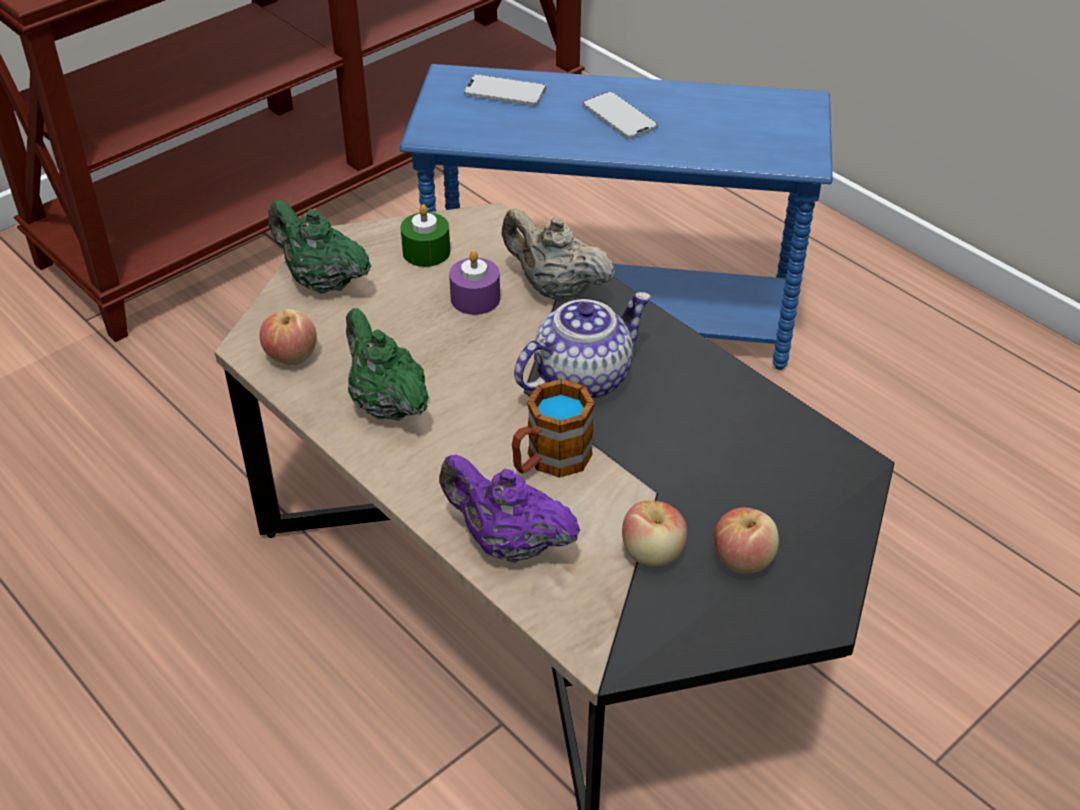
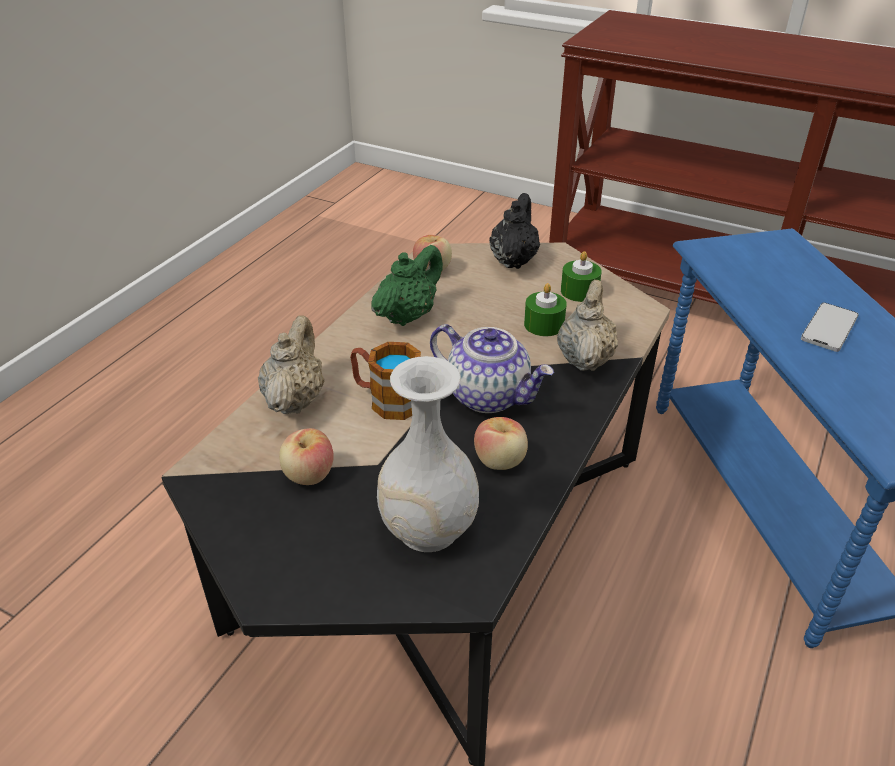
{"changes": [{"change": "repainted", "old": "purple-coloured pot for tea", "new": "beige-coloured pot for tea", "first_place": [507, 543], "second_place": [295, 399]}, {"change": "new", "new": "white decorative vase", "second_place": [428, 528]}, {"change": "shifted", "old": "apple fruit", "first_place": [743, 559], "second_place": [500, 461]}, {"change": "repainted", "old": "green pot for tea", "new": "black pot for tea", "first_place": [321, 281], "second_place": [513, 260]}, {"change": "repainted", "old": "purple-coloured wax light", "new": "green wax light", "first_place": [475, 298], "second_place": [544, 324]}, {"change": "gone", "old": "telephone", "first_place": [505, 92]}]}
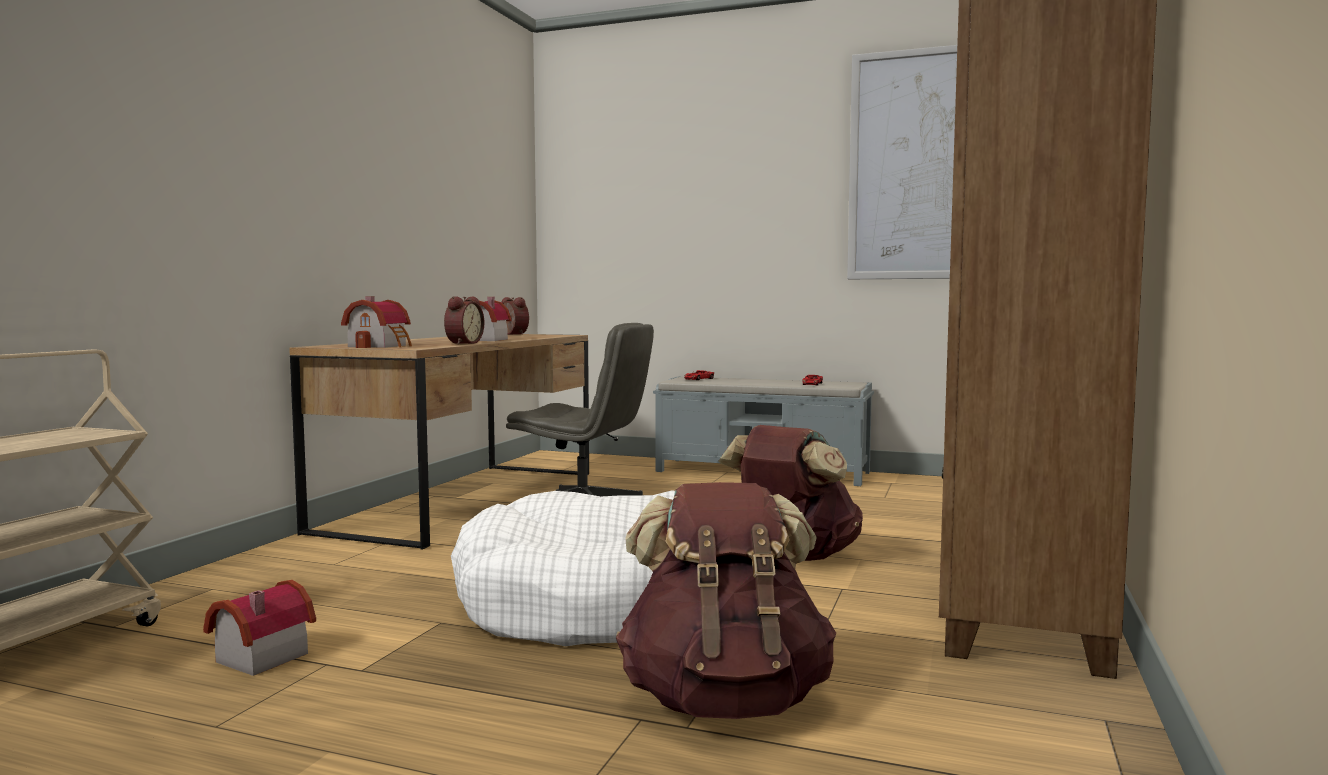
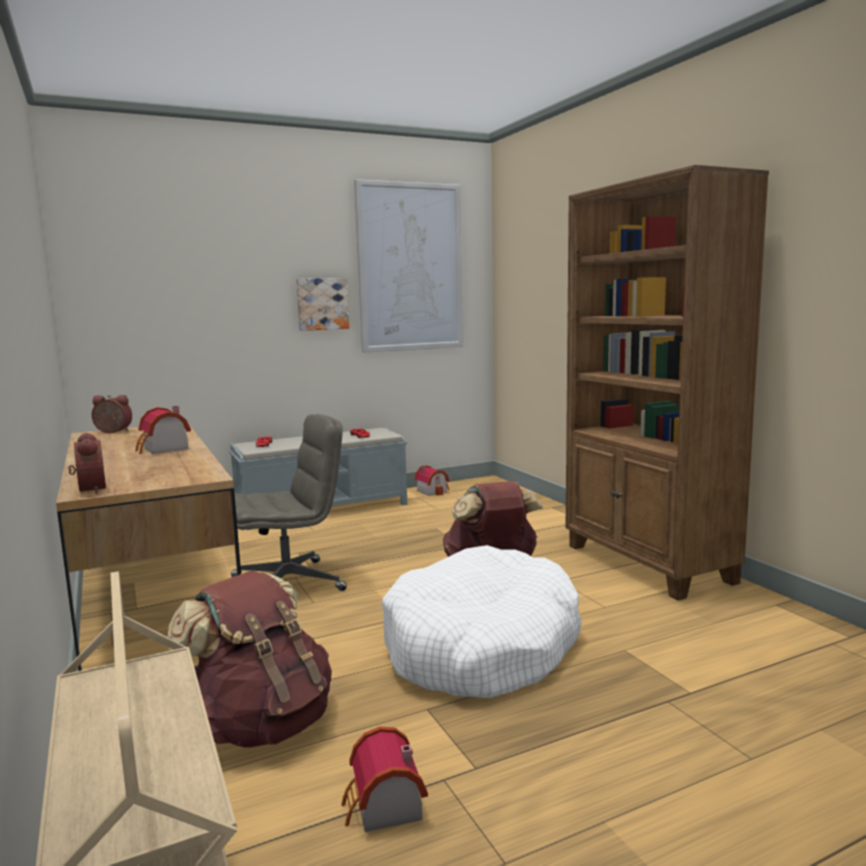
{"changes": [{"change": "shifted", "old": "bedside clock", "first_place": [462, 343], "second_place": [89, 490]}, {"change": "shifted", "old": "brownish backpack", "first_place": [725, 699], "second_place": [262, 724]}, {"change": "new", "new": "wall picture", "second_place": [322, 304]}, {"change": "shifted", "old": "toy house", "first_place": [381, 346], "second_place": [433, 491]}]}
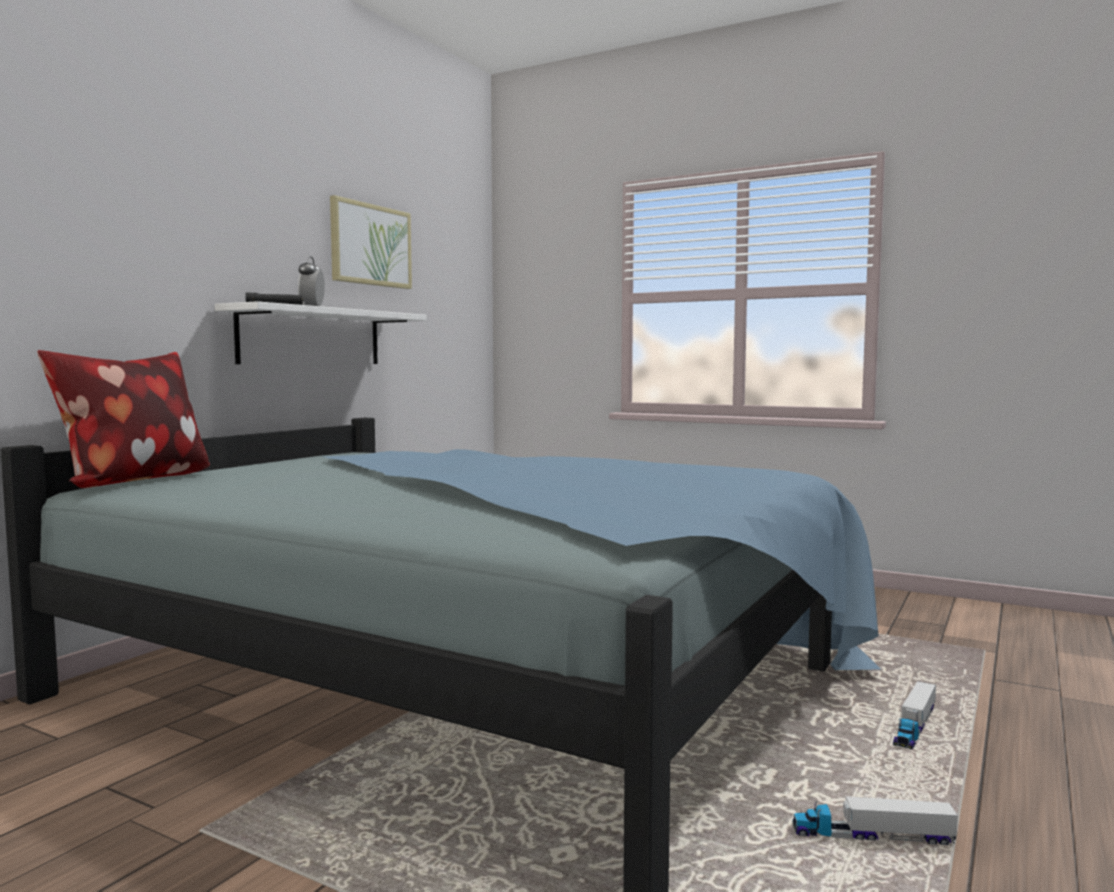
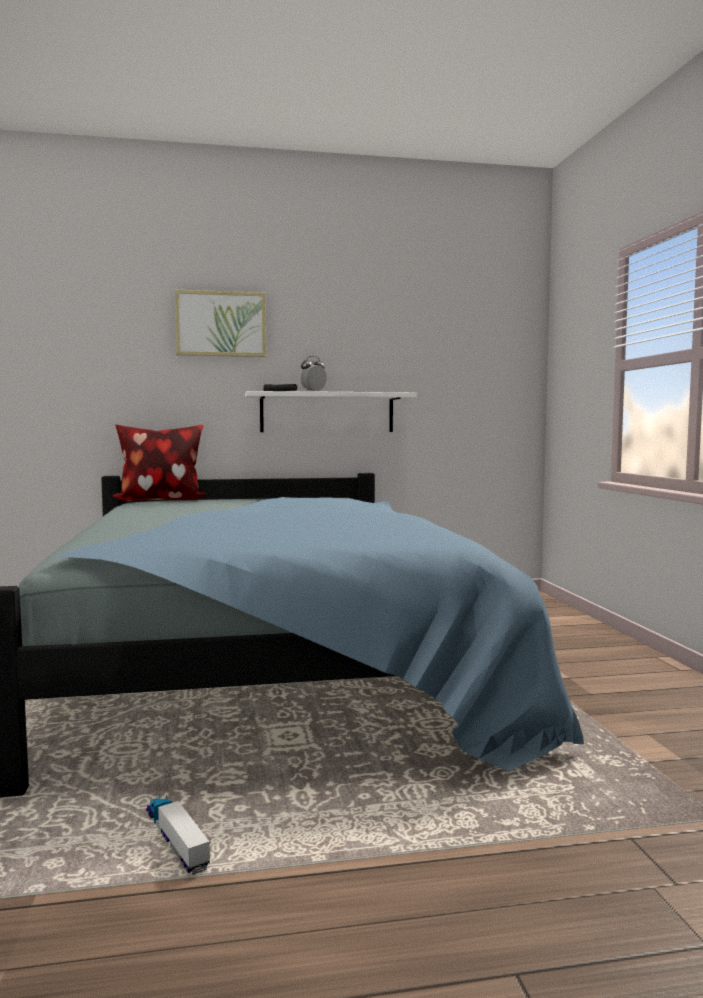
{"changes": [{"change": "shifted", "old": "wall picture", "first_place": [370, 245], "second_place": [221, 324]}, {"change": "gone", "old": "model truck", "first_place": [914, 727]}]}
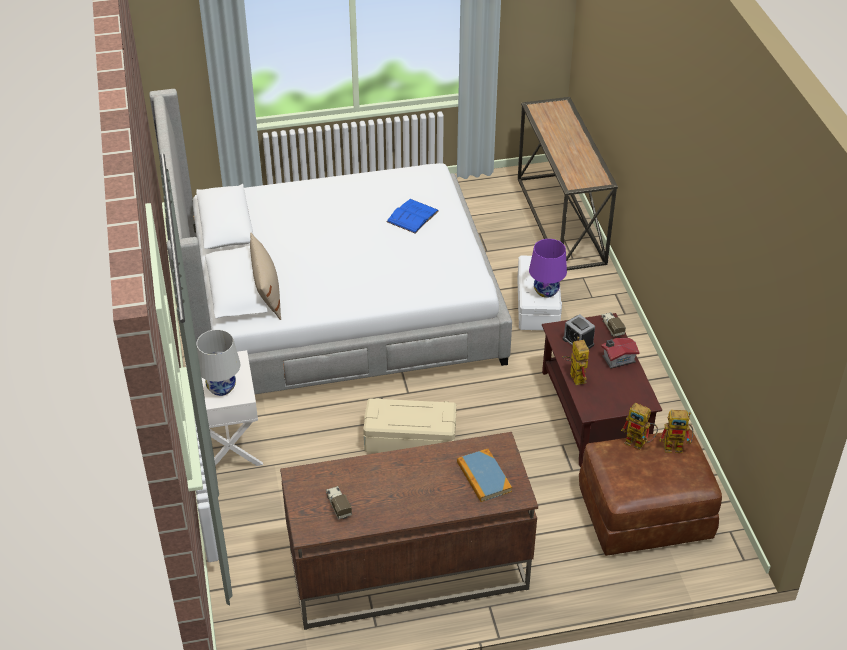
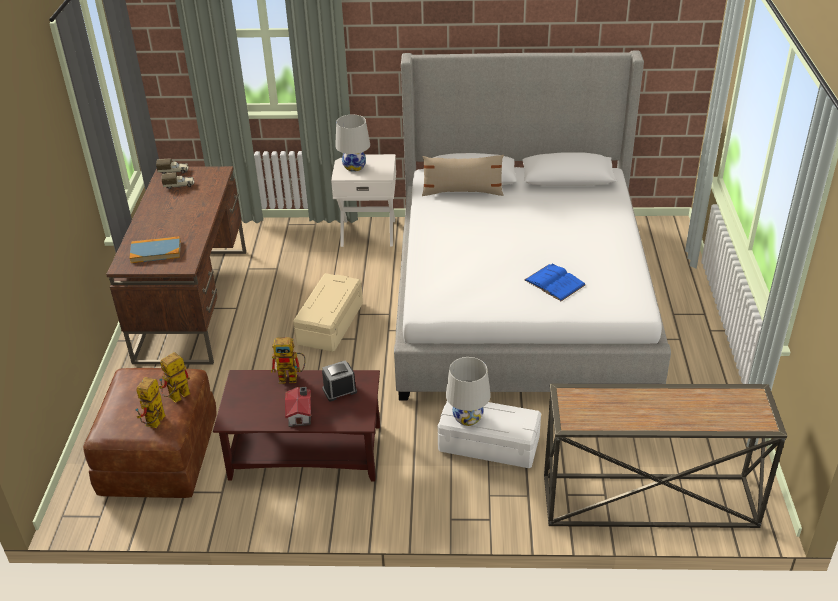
{"changes": [{"change": "shifted", "old": "model truck", "first_place": [612, 327], "second_place": [173, 171]}, {"change": "repainted", "old": "purple-coloured lamp for a table", "new": "white lamp for a table", "first_place": [546, 291], "second_place": [467, 418]}]}
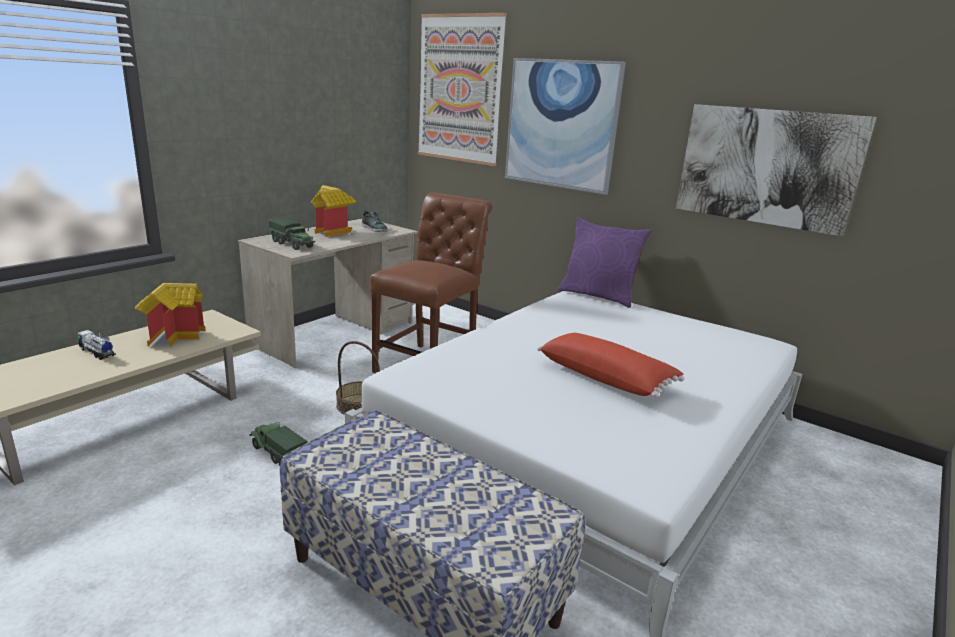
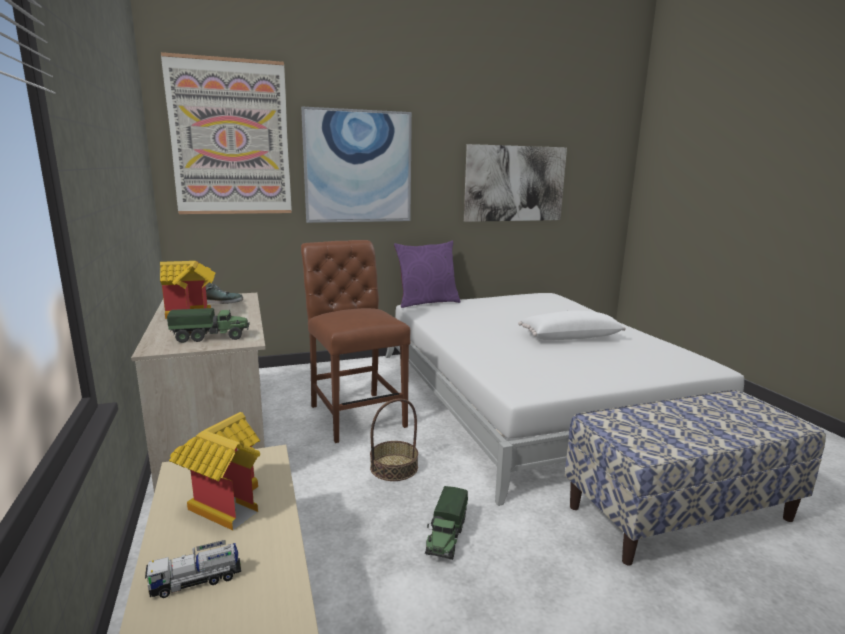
{"changes": [{"change": "rotated", "old": "model truck", "first_place": [278, 453], "second_place": [446, 537], "degrees": -60}, {"change": "repainted", "old": "reddish throw pillow", "new": "white throw pillow", "first_place": [606, 377], "second_place": [569, 337]}]}
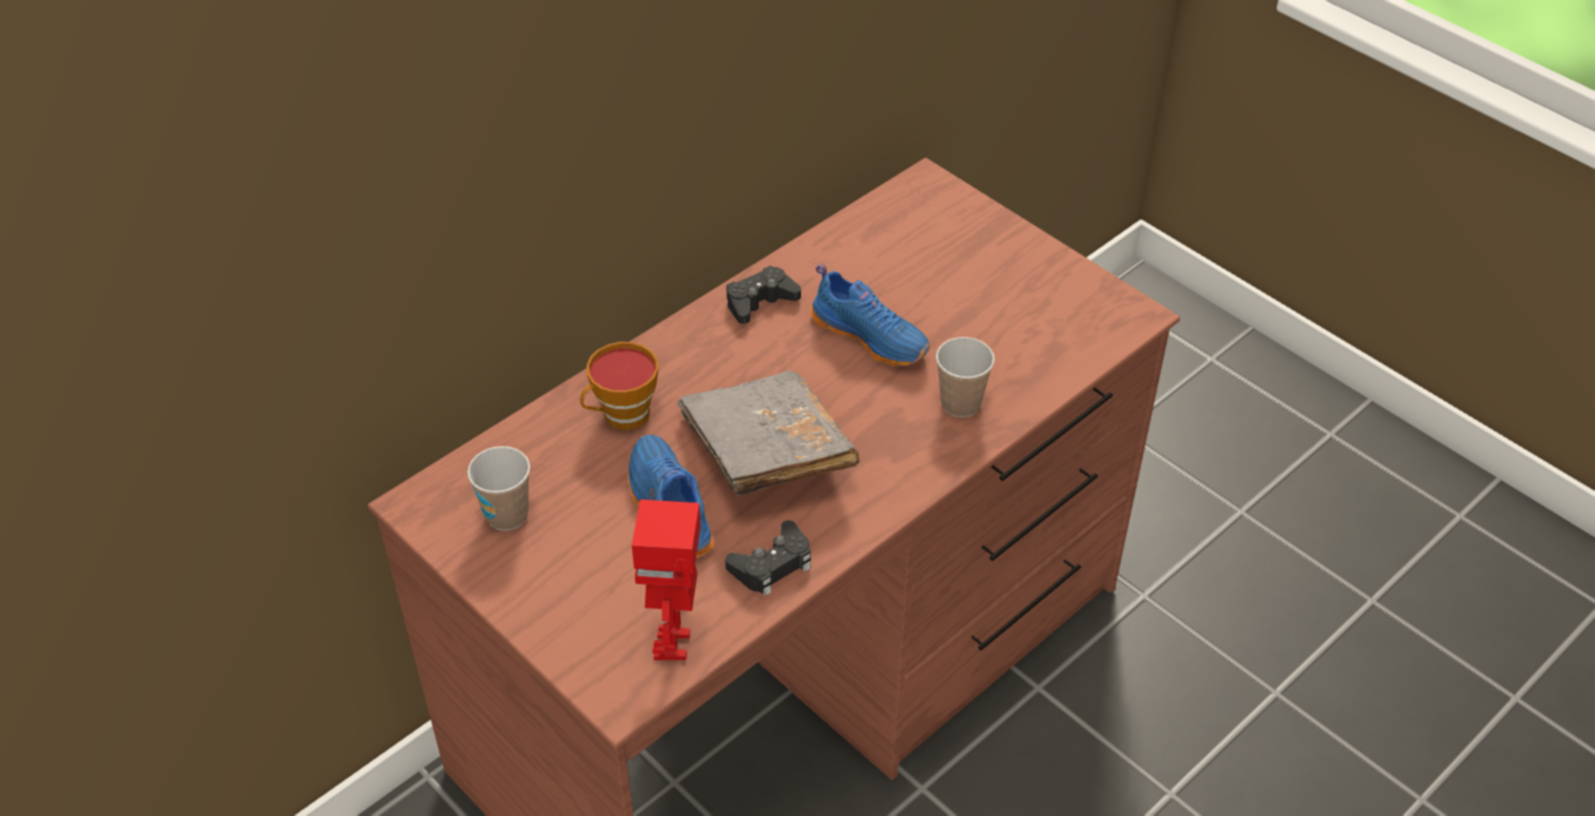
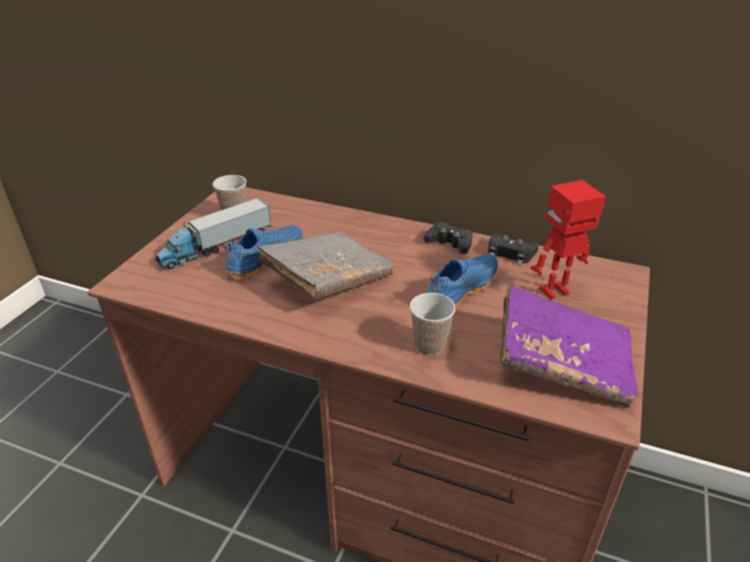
{"changes": [{"change": "new", "new": "model truck", "second_place": [216, 246]}, {"change": "rotated", "old": "blue item of footwear", "first_place": [871, 336], "second_place": [459, 290], "degrees": -150}, {"change": "shifted", "old": "black joypad", "first_place": [772, 565], "second_place": [510, 253]}, {"change": "new", "new": "purple-coloured volume", "second_place": [561, 363]}, {"change": "shifted", "old": "toy robot", "first_place": [674, 645], "second_place": [555, 292]}, {"change": "gone", "old": "drinking cup", "first_place": [622, 416]}]}
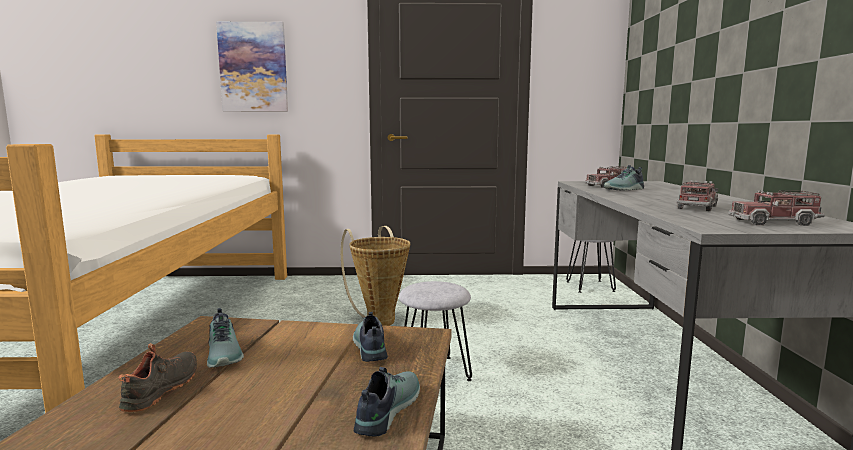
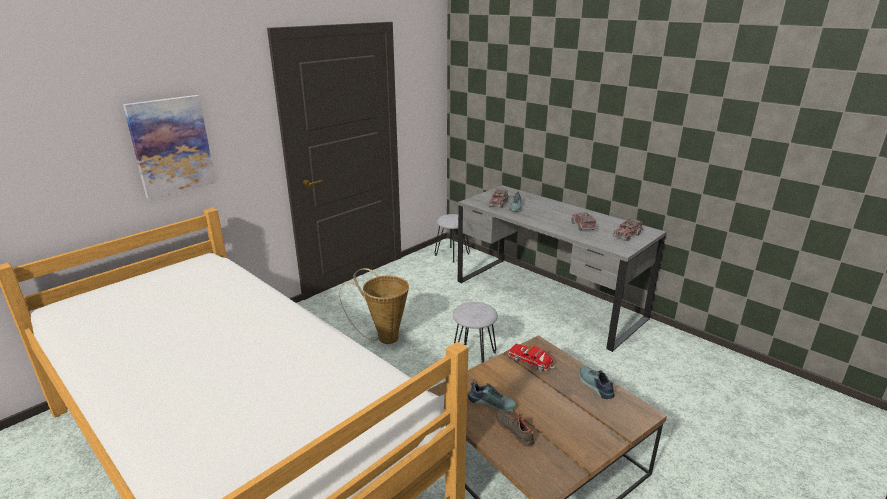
{"changes": [{"change": "swapped", "old": "item of footwear", "new": "model truck", "first_place": [369, 346], "second_place": [532, 363]}]}
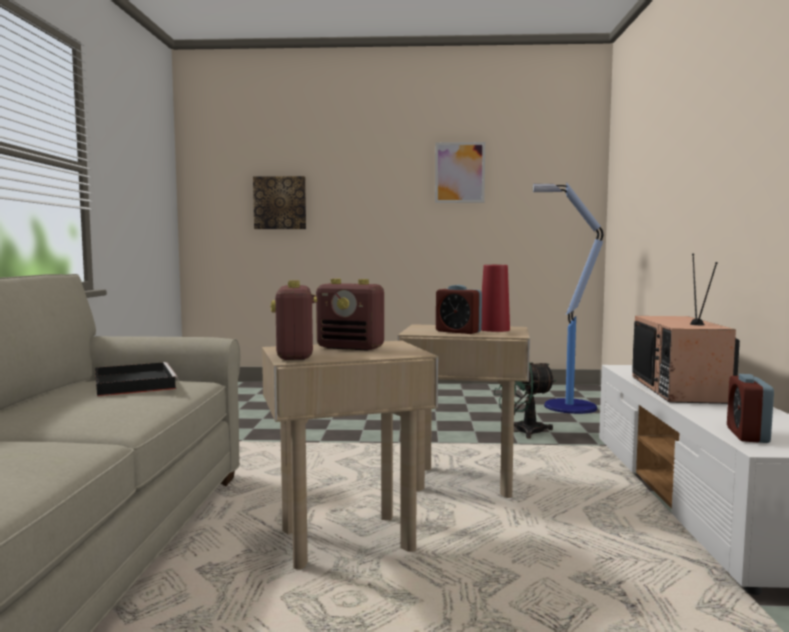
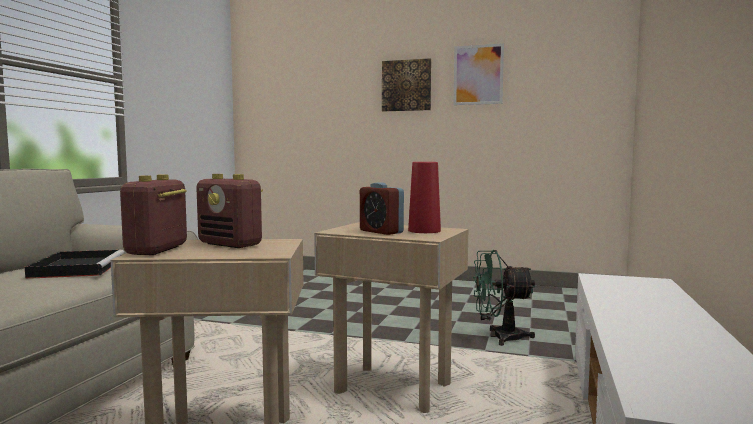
{"changes": [{"change": "shifted", "old": "wall picture", "first_place": [280, 203], "second_place": [406, 85]}, {"change": "gone", "old": "standing lamp", "first_place": [568, 407]}, {"change": "gone", "old": "TV", "first_place": [680, 389]}, {"change": "gone", "old": "bedside clock", "first_place": [747, 435]}]}
